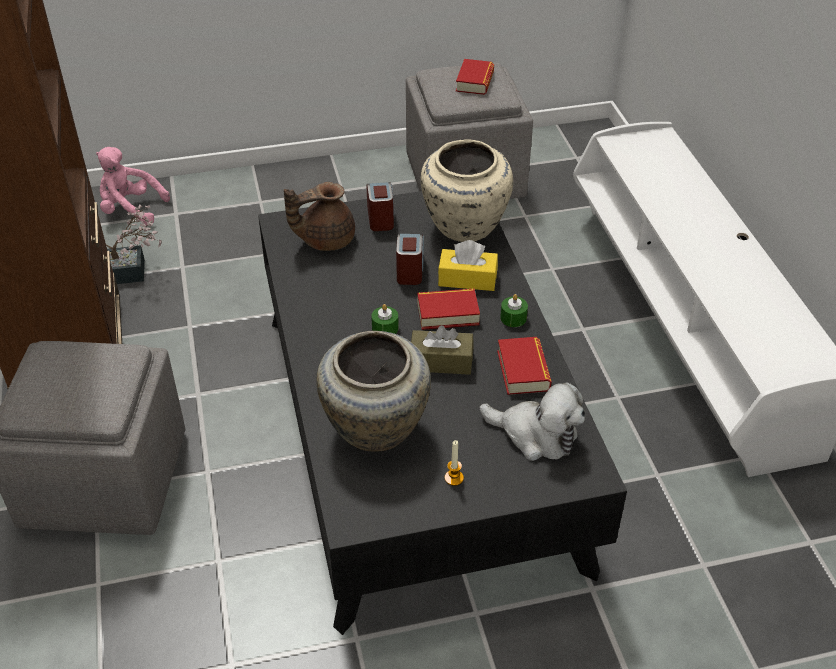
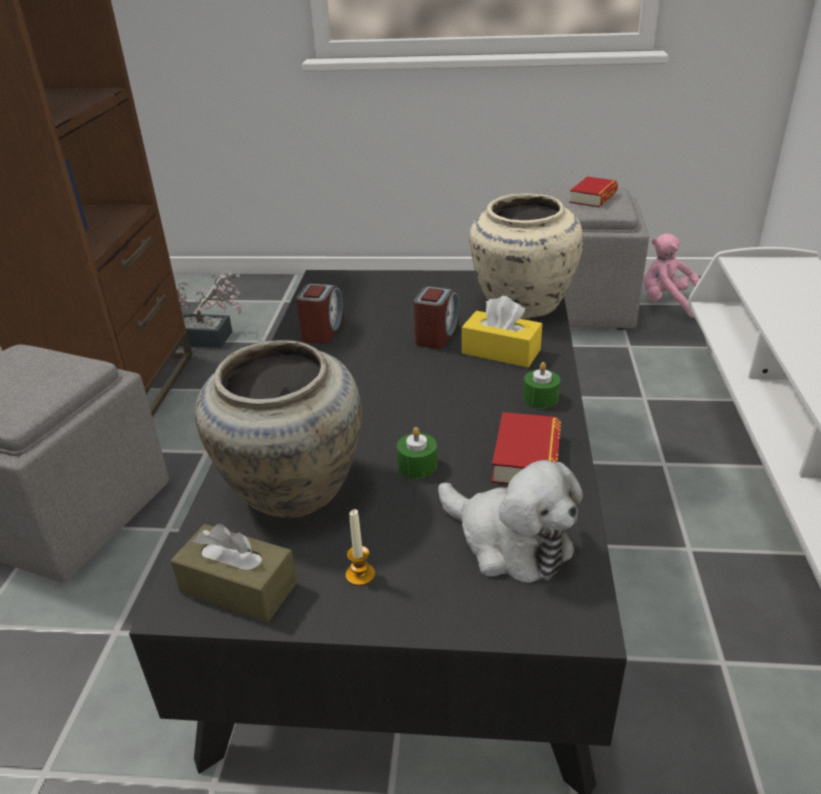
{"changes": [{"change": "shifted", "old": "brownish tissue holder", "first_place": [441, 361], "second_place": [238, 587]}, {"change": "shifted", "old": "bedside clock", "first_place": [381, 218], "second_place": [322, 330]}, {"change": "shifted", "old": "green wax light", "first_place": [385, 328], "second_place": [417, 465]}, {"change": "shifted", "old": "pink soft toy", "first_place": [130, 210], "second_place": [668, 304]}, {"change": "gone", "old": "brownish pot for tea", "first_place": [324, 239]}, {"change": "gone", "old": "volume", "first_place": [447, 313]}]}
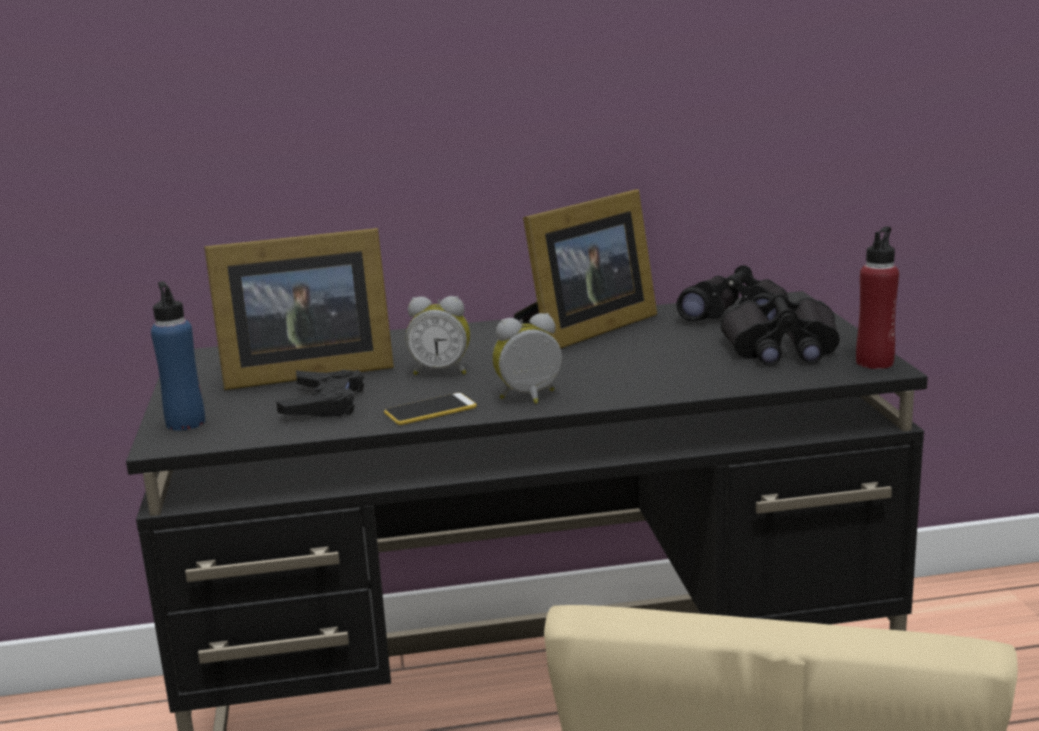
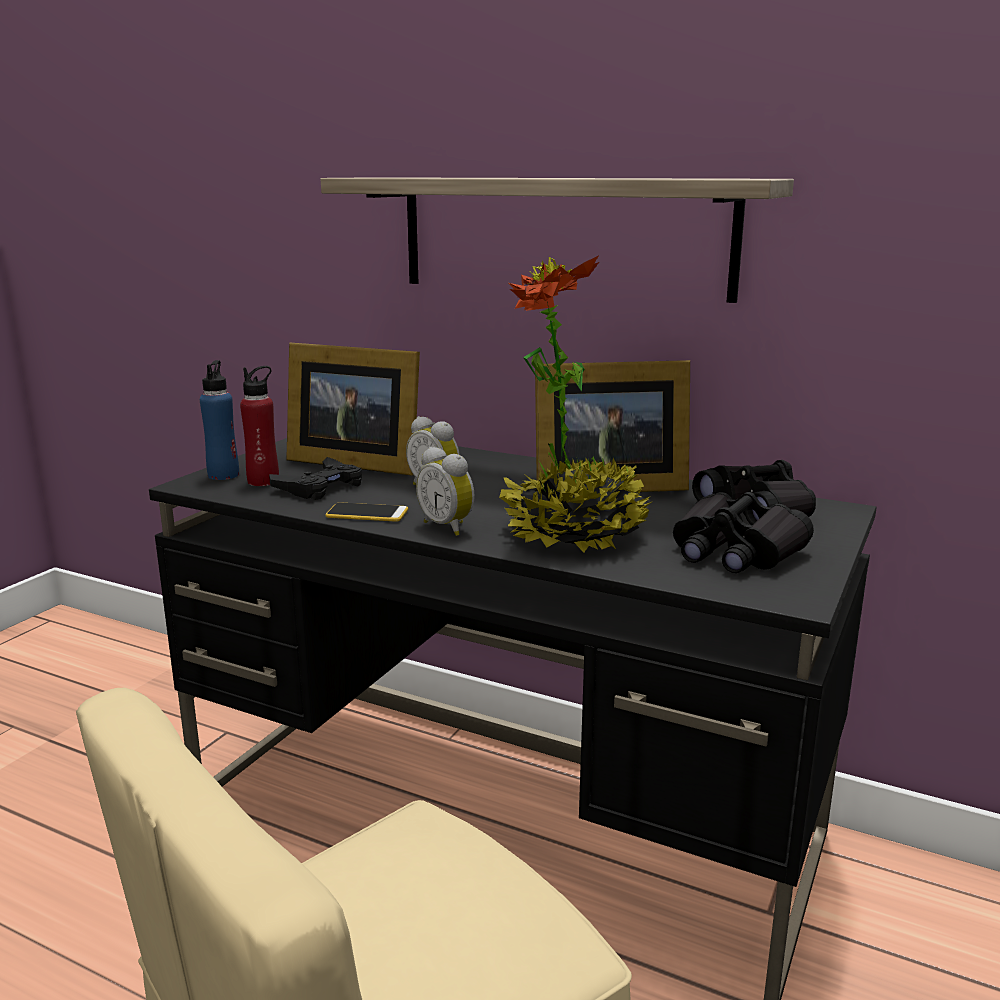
{"changes": [{"change": "shifted", "old": "reddish beverage bottle", "first_place": [875, 362], "second_place": [263, 481]}, {"change": "new", "new": "shelf", "second_place": [562, 236]}, {"change": "rotated", "old": "bedside clock", "first_place": [530, 398], "second_place": [448, 527], "degrees": -150}, {"change": "new", "new": "potted plant", "second_place": [573, 534]}]}
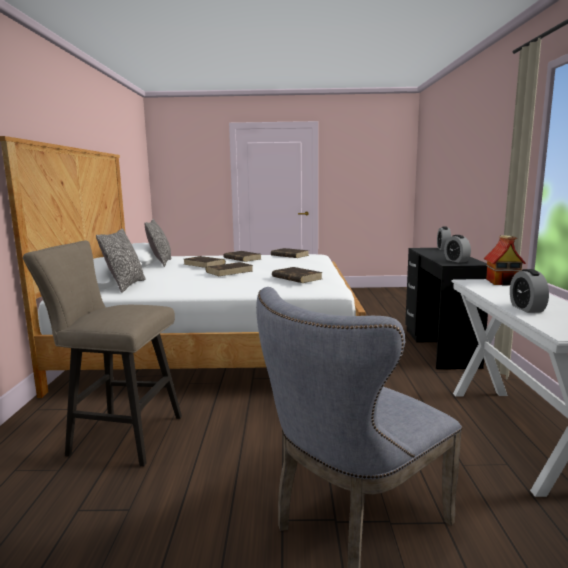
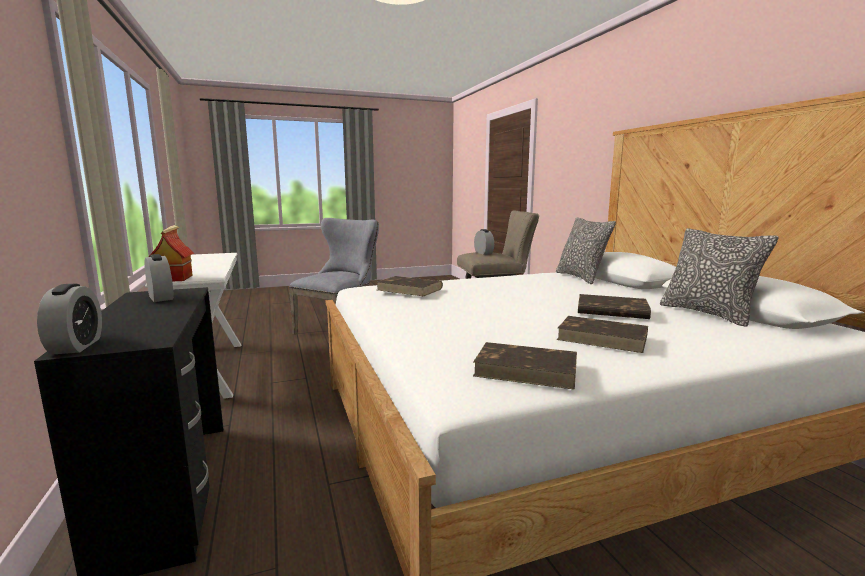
{"changes": [{"change": "shifted", "old": "bedside clock", "first_place": [526, 308], "second_place": [483, 253]}, {"change": "gone", "old": "brownish volume", "first_place": [229, 271]}]}
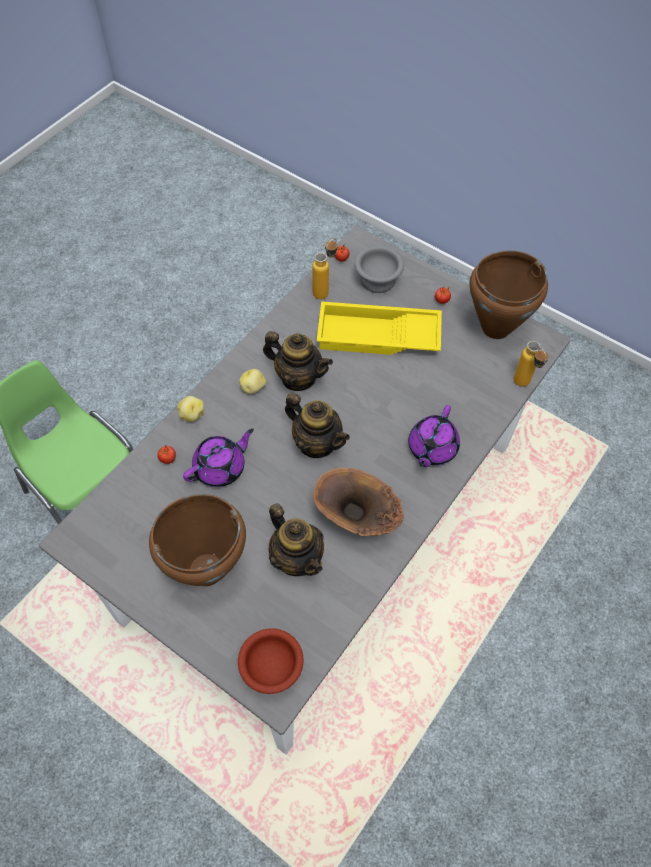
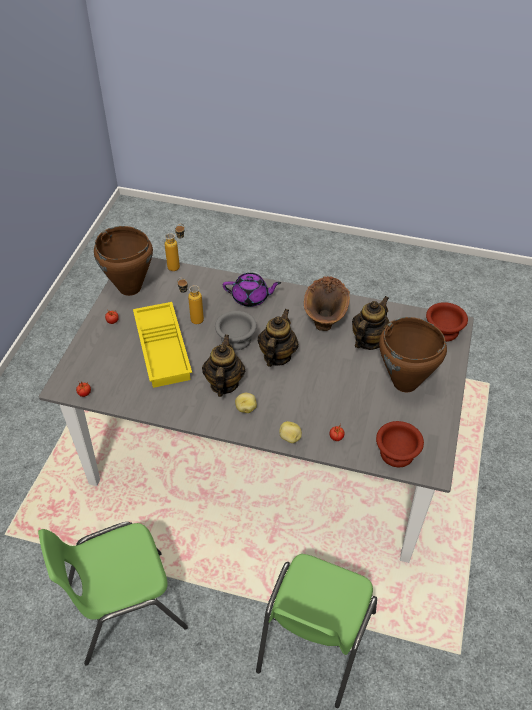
{"changes": [{"change": "new", "new": "green upright chair", "second_place": [123, 607]}, {"change": "shifted", "old": "beverage bottle", "first_place": [325, 290], "second_place": [192, 318]}, {"change": "shifted", "old": "gray deep dish", "first_place": [379, 279], "second_place": [235, 339]}, {"change": "new", "new": "brownish deep dish", "second_place": [398, 454]}, {"change": "gone", "old": "purple-coloured pot for tea", "first_place": [220, 468]}]}
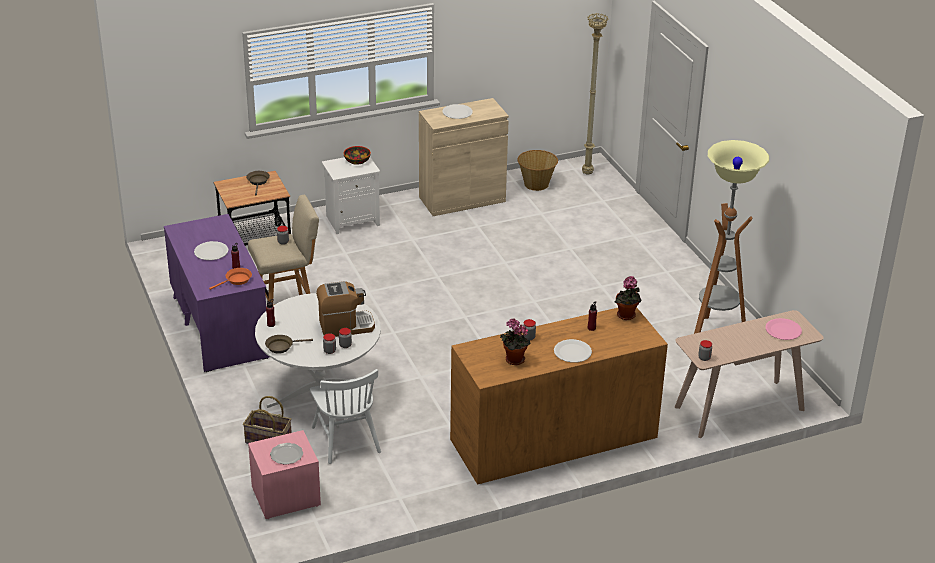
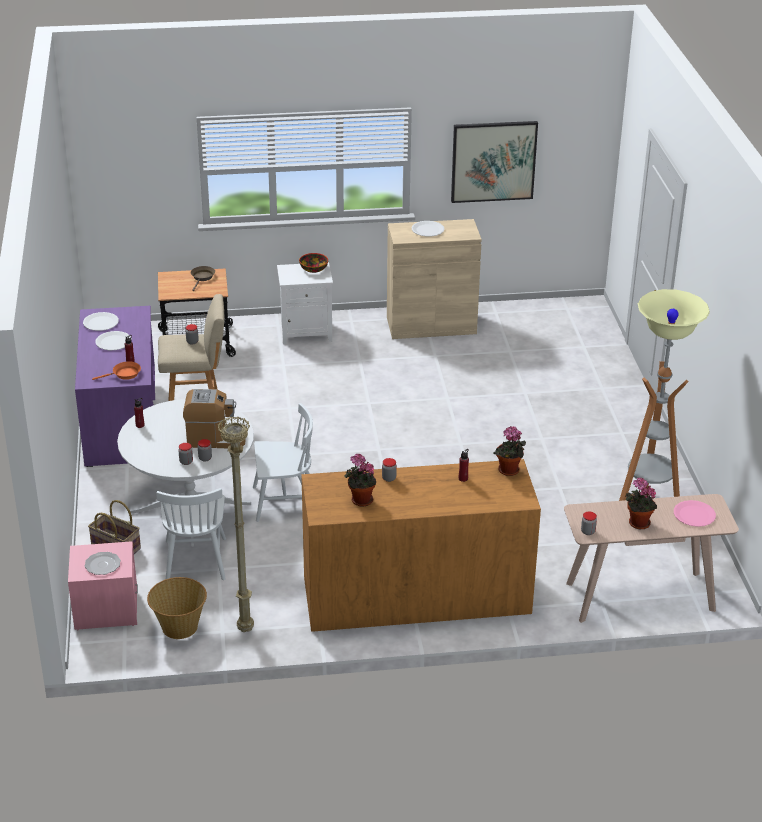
{"changes": [{"change": "shifted", "old": "white plate", "first_place": [572, 352], "second_place": [100, 322]}, {"change": "shifted", "old": "basket", "first_place": [536, 184], "second_place": [179, 627]}, {"change": "shifted", "old": "beige-coloured standing lamp", "first_place": [587, 174], "second_place": [245, 630]}, {"change": "new", "new": "white upright chair", "second_place": [284, 502]}, {"change": "new", "new": "wall picture", "second_place": [493, 161]}, {"change": "new", "new": "potted plant", "second_place": [637, 523]}, {"change": "gone", "old": "brownish pan", "first_place": [281, 346]}]}
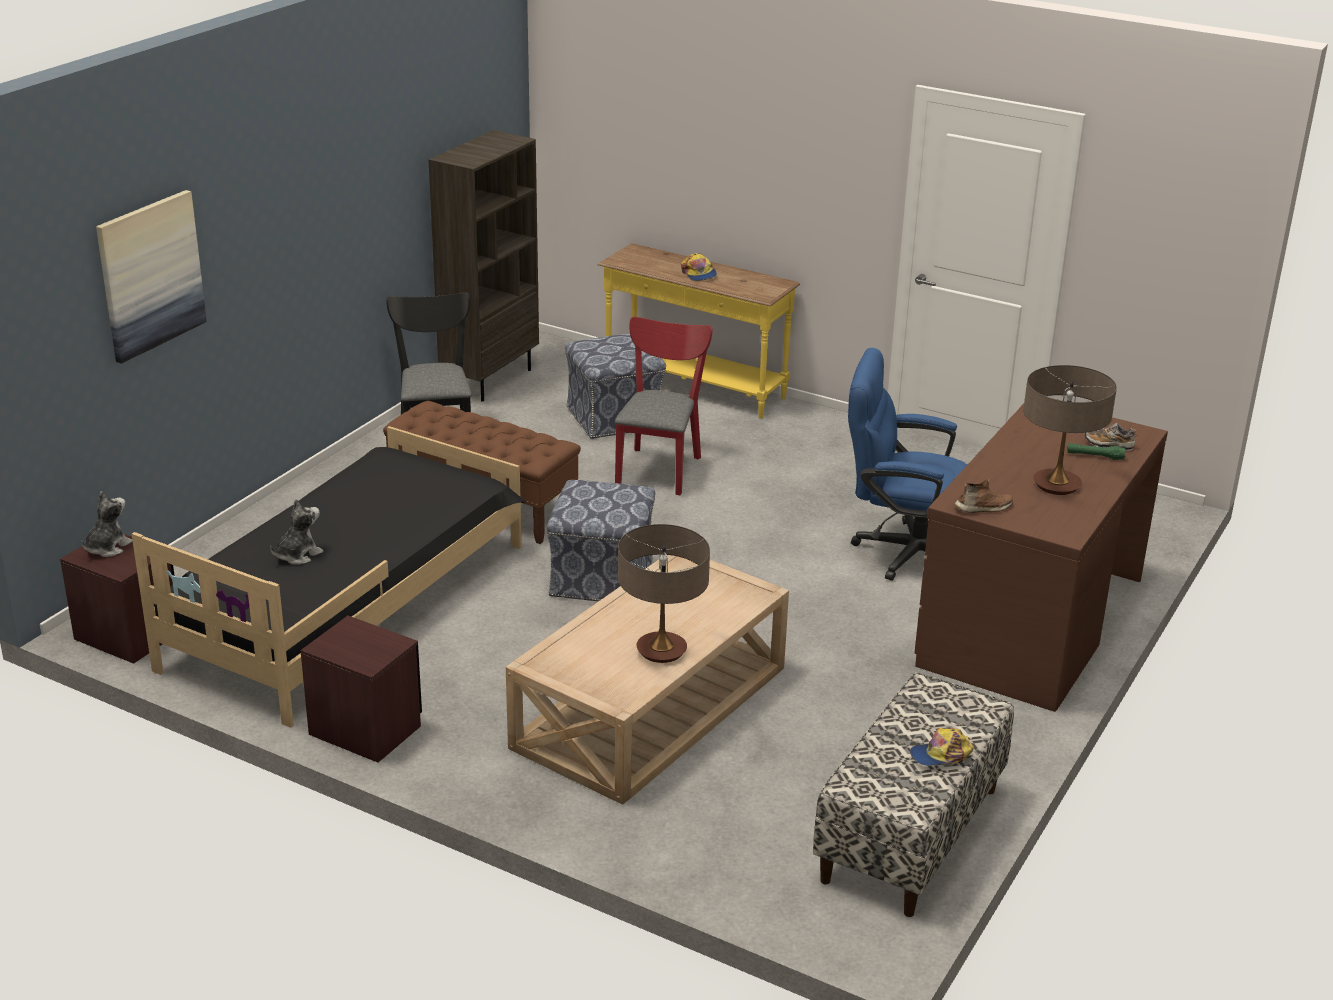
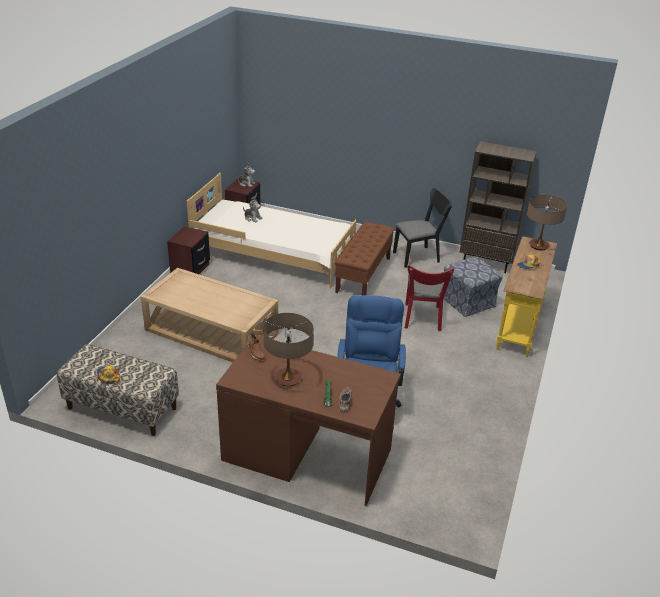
{"changes": [{"change": "repainted", "old": "black bedroom bed", "new": "white bedroom bed", "first_place": [347, 604], "second_place": [274, 254]}, {"change": "rotated", "old": "reddish upright chair", "first_place": [660, 467], "second_place": [422, 319], "degrees": 90}, {"change": "shifted", "old": "lamp for a table", "first_place": [661, 650], "second_place": [538, 246]}, {"change": "gone", "old": "wall picture", "first_place": [150, 275]}, {"change": "gone", "old": "ottoman", "first_place": [601, 578]}]}
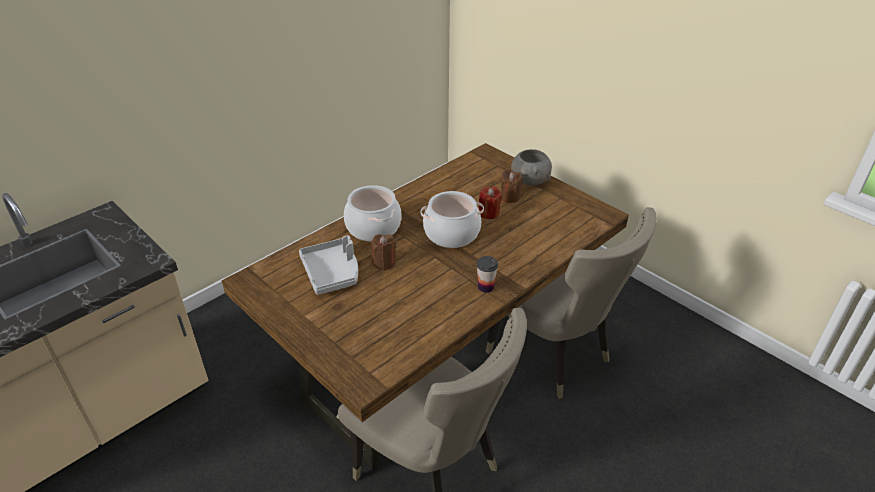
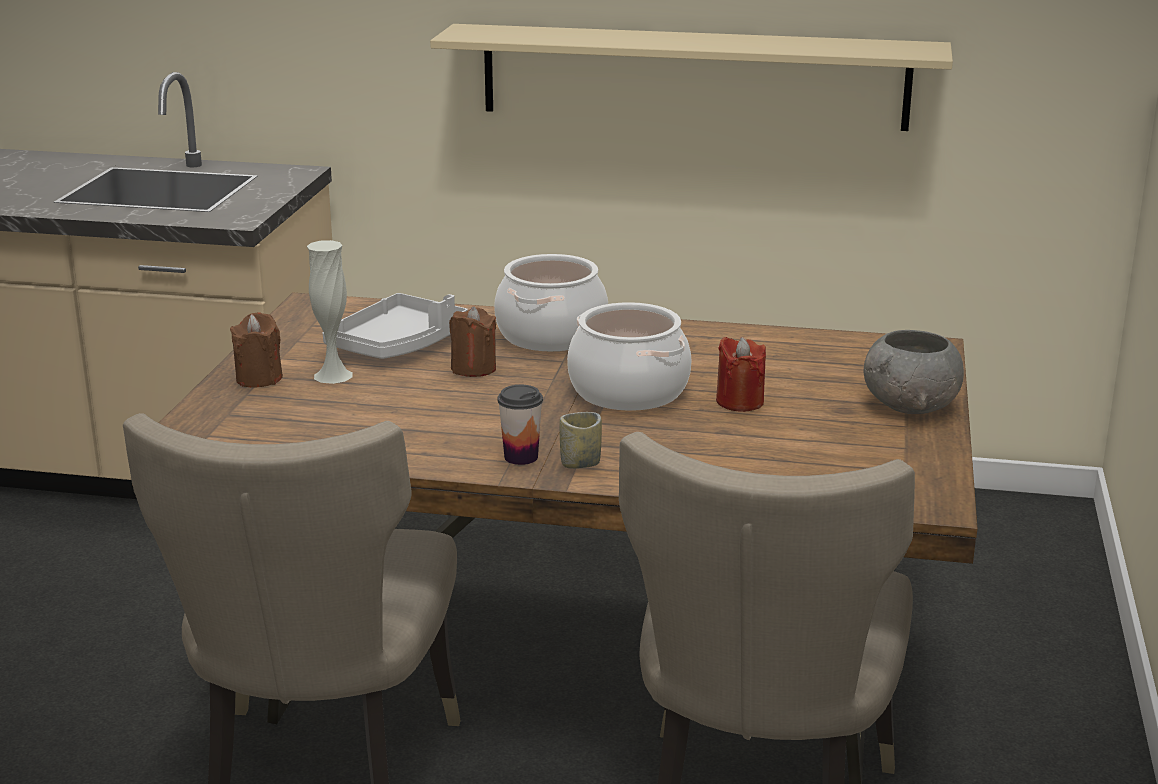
{"changes": [{"change": "shifted", "old": "brownish wax light", "first_place": [510, 197], "second_place": [259, 378]}, {"change": "new", "new": "white decorative vase", "second_place": [333, 375]}, {"change": "new", "new": "beige-coloured shelf", "second_place": [693, 76]}, {"change": "new", "new": "drinking cup", "second_place": [580, 463]}]}
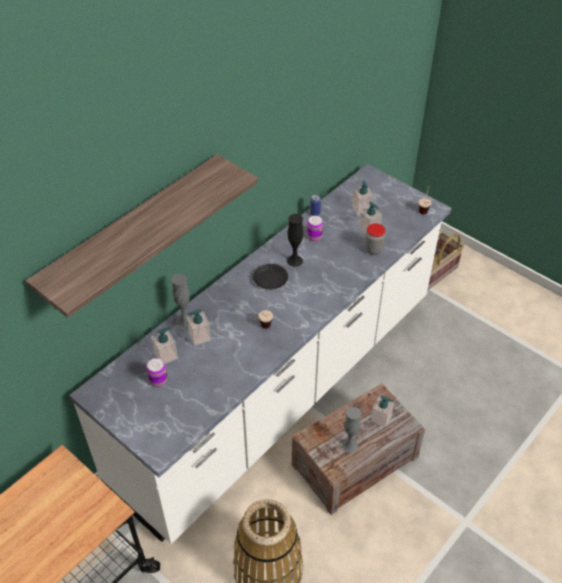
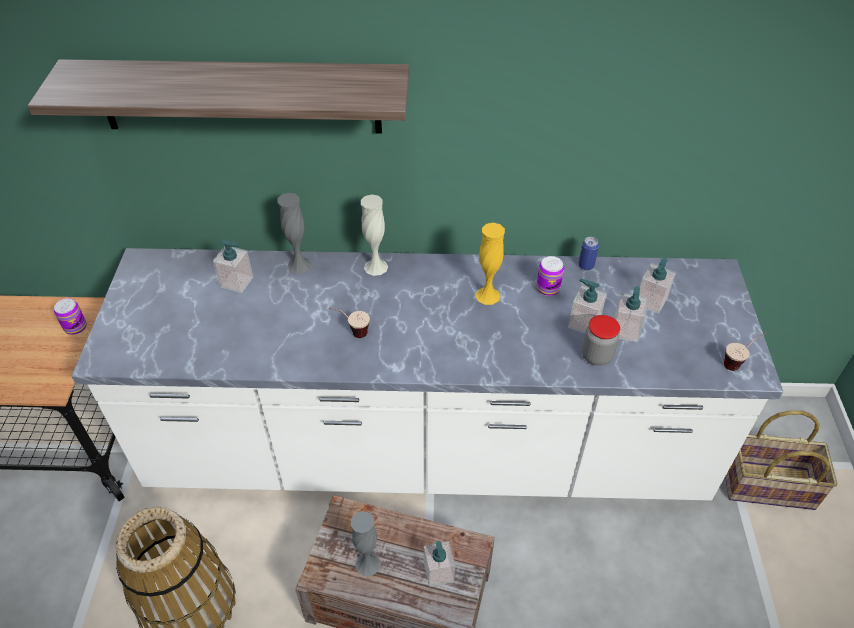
{"changes": [{"change": "shifted", "old": "sealed can", "first_place": [158, 380], "second_place": [75, 327]}, {"change": "new", "new": "white decorative vase", "second_place": [376, 267]}, {"change": "repainted", "old": "black decorative vase", "new": "yellow decorative vase", "first_place": [294, 261], "second_place": [487, 295]}, {"change": "shifted", "old": "soap bottle", "first_place": [199, 337], "second_place": [583, 323]}, {"change": "gone", "old": "black plate", "first_place": [270, 279]}]}
